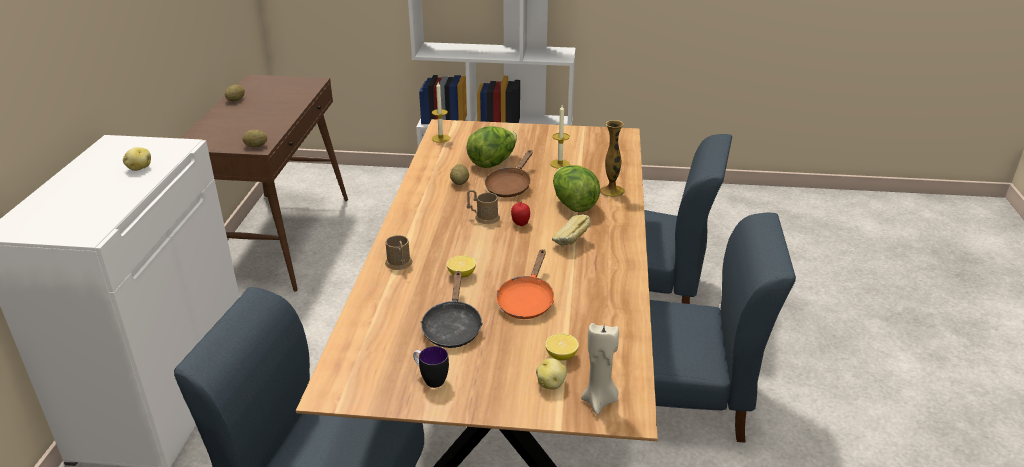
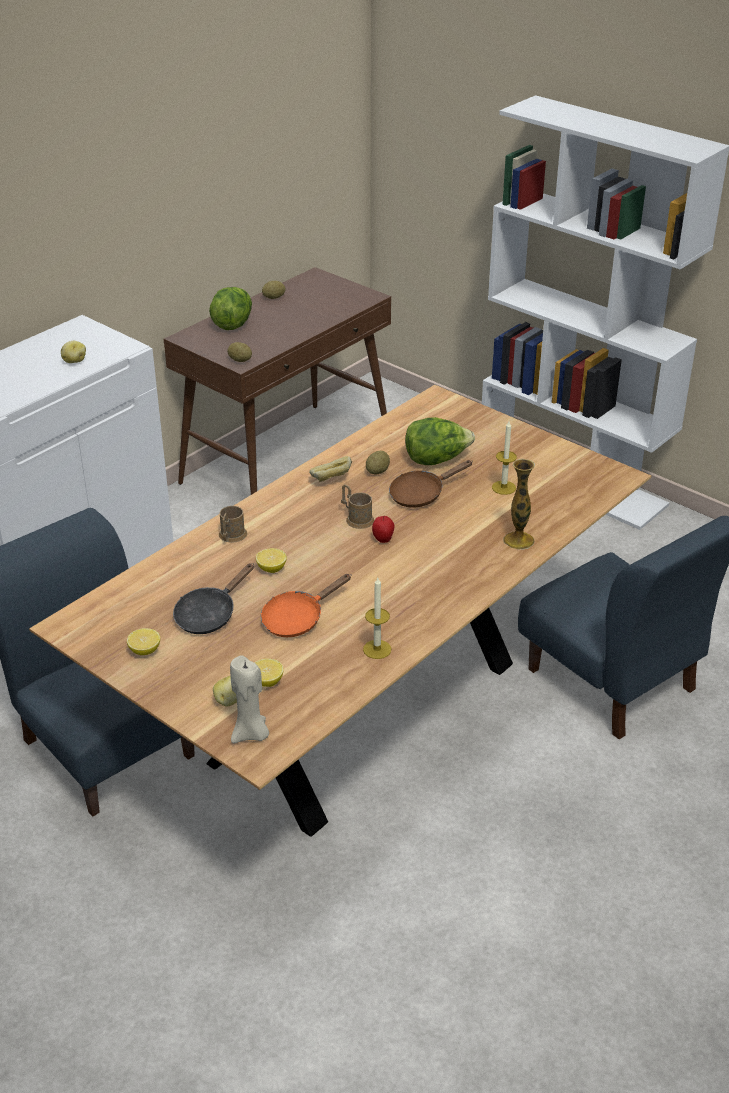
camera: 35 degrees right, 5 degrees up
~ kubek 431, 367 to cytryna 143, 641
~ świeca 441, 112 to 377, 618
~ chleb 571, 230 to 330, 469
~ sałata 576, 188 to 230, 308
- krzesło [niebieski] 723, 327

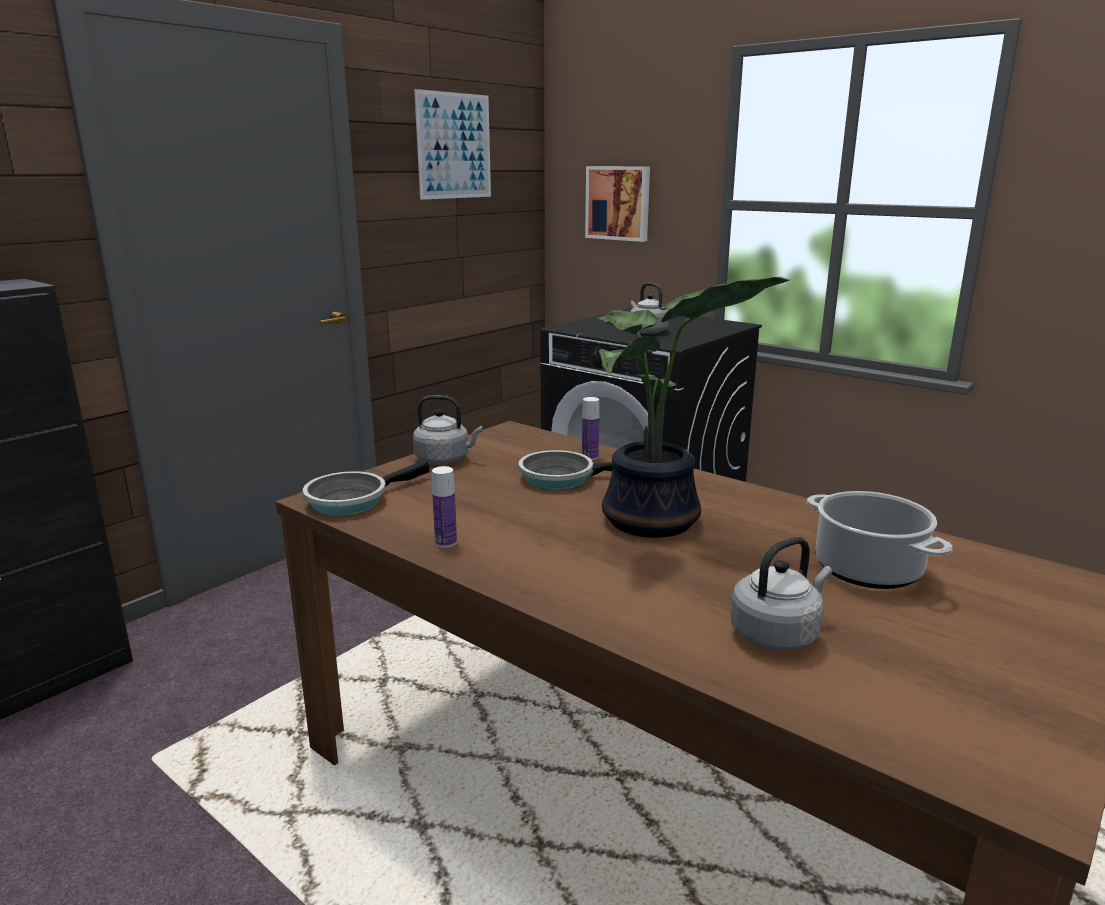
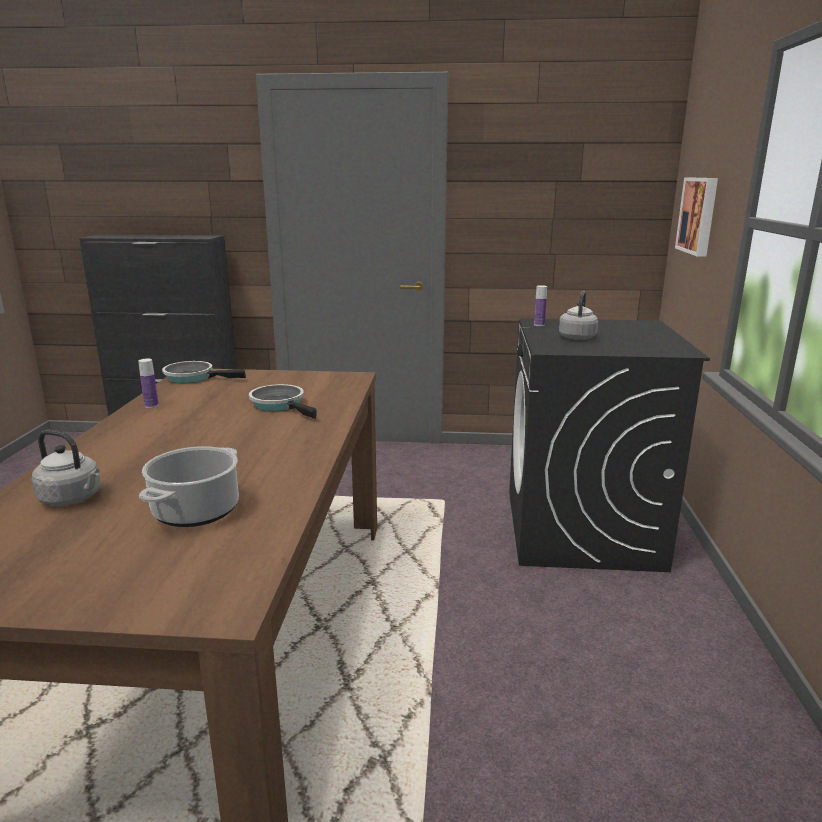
camera: 55 degrees right, 0 degrees up
- czajnik [szary] 447, 429
- obraz 452, 144
~ butelka 590, 428 to 540, 305
- roślina doniczkowa 693, 407

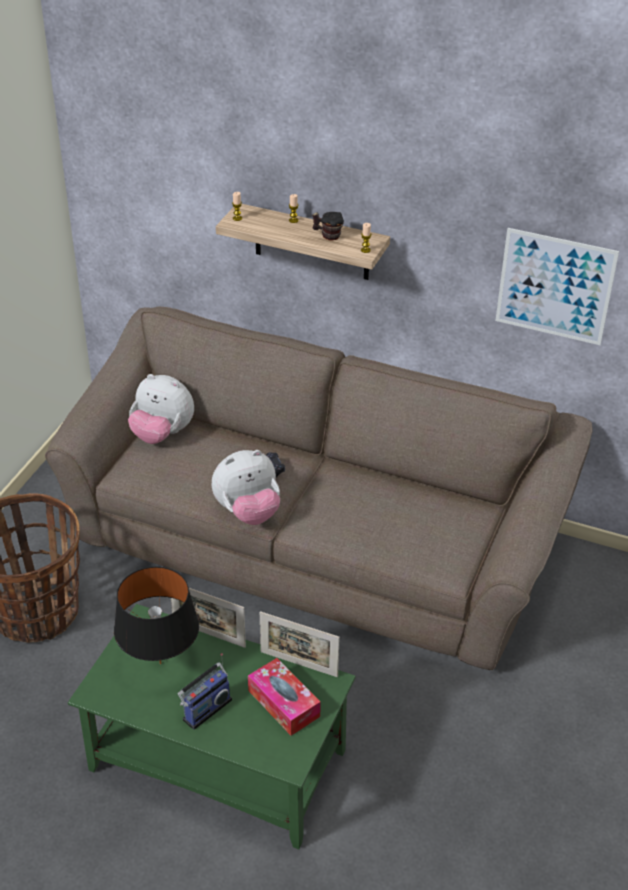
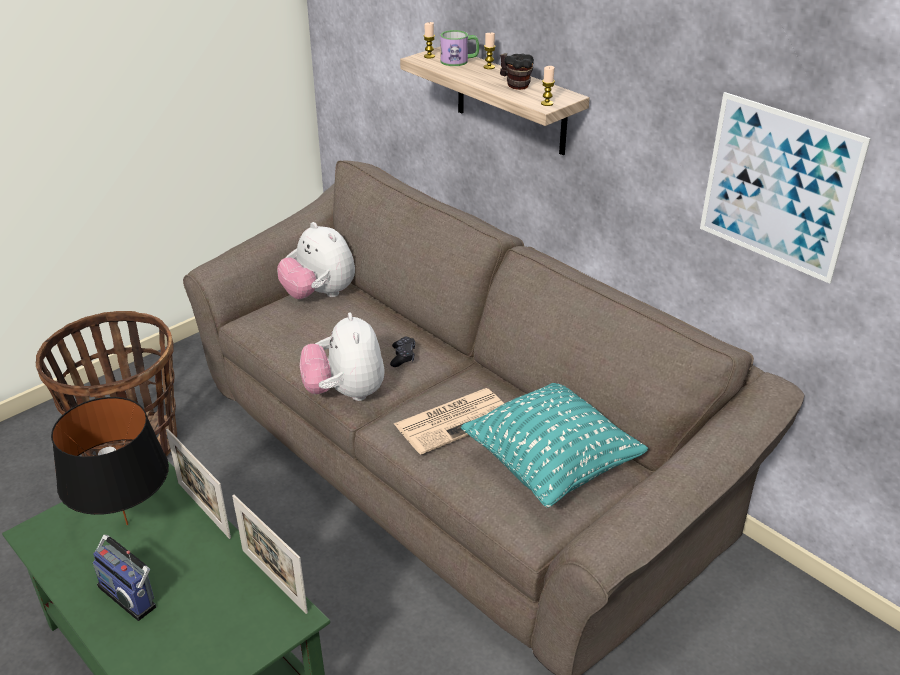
camera: 25 degrees right, 5 degrees down
~ radio 205, 691 = 124, 578 60 degrees clockwise
~ pluszak 245, 487 = 342, 357 75 degrees clockwise
- pudełko chusteczek 284, 697
+ gazeta 449, 421
+ kubek 459, 48
+ poduszka [turkusowy] 554, 445

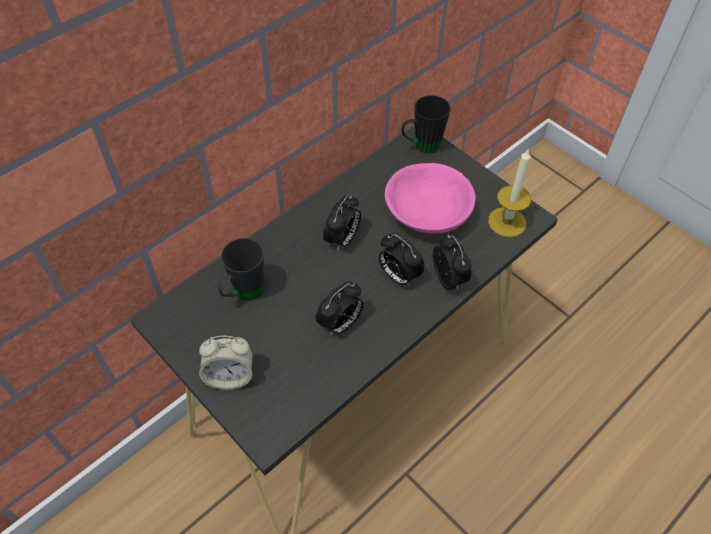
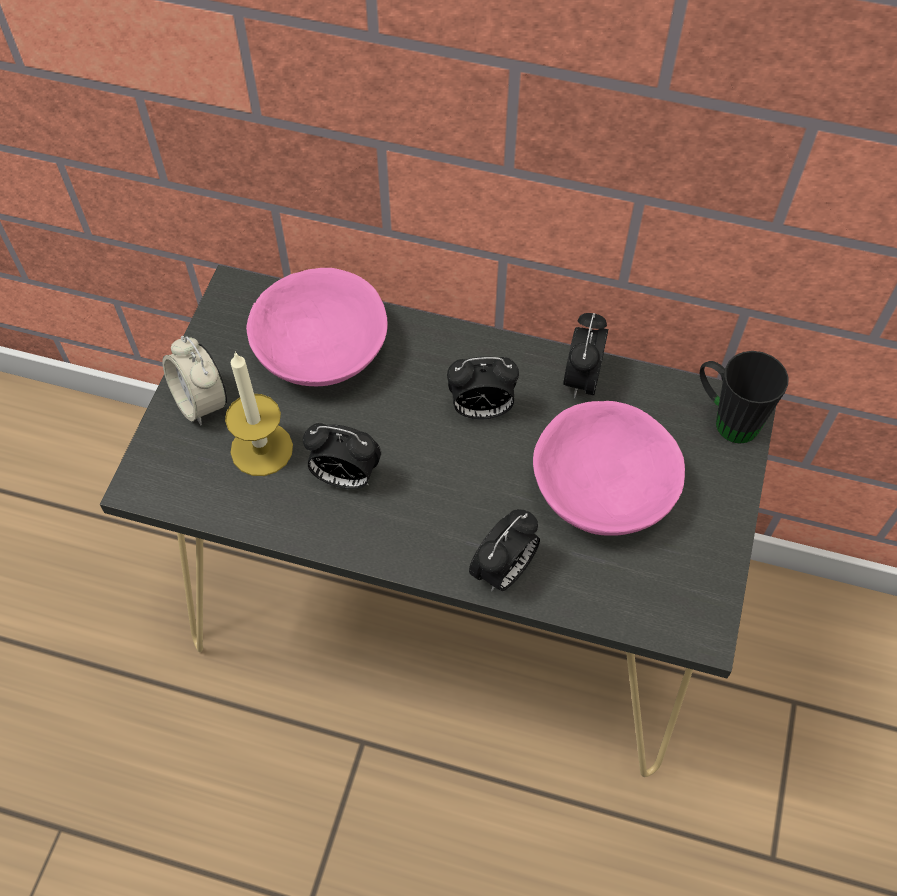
camera: 60 degrees right, 5 degrees up
~ kubek [czarny] 241, 269 to miska [różowy] 316, 327
~ budzik 402, 260 to 585, 355
~ świeca 509, 192 to 259, 414

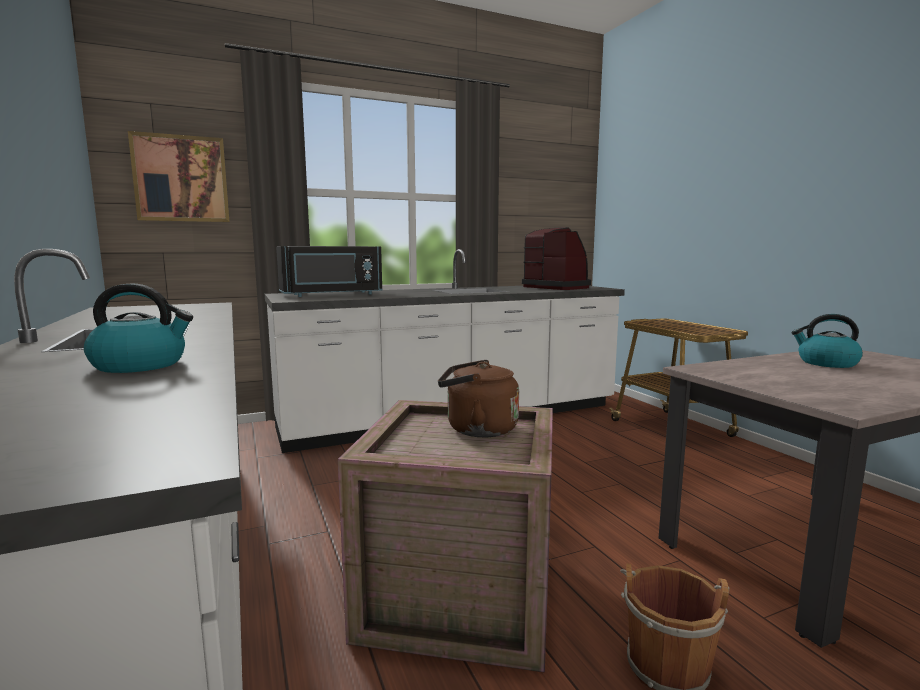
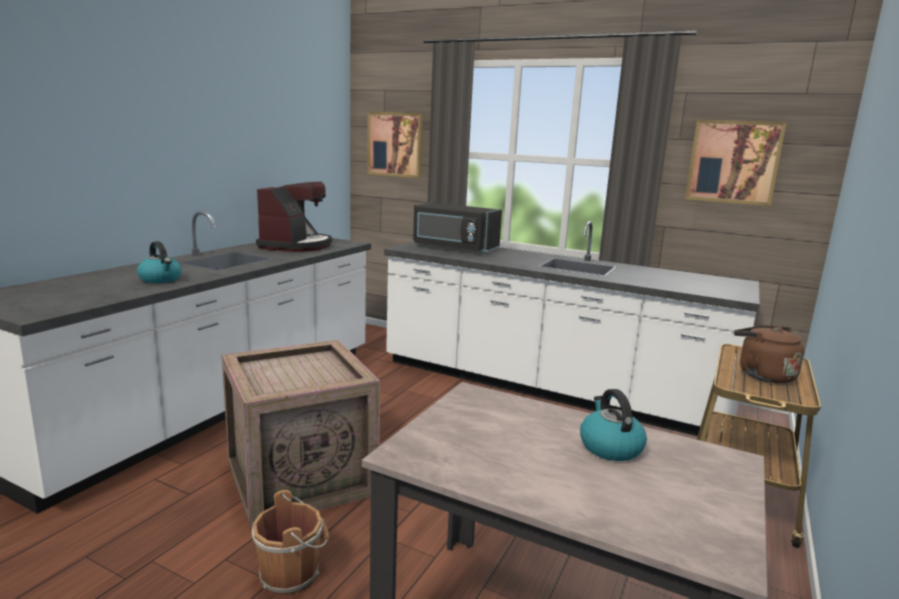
camera: 50 degrees right, 5 degrees up
~ czajnik [brązowy] 478, 398 to 769, 354
~ ekspres do kawy 556, 258 to 294, 217
+ obraz 736, 163

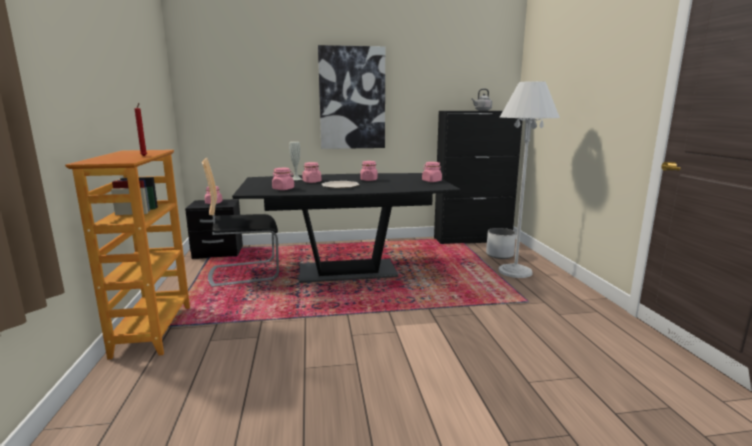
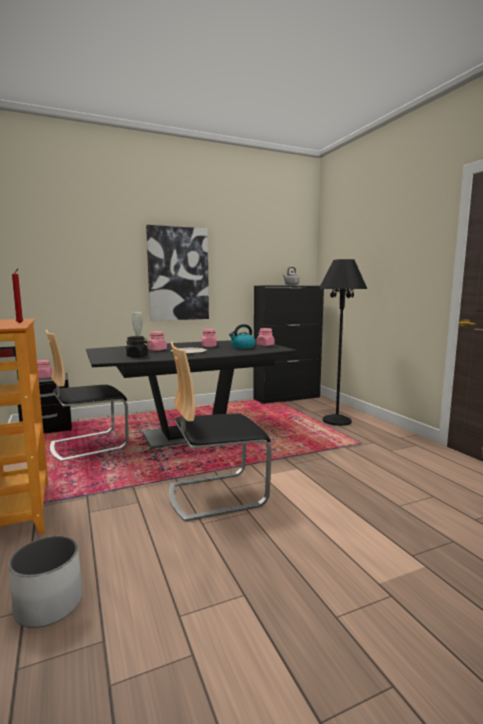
camera: 15 degrees left, 5 degrees down
~ słoik [różowy] 283, 179 to słoik [czarny] 137, 347
~ donica [biały] 501, 243 to 45, 582
~ lampa stojąca [biały] 529, 179 to lampa stojąca [czarny] 343, 342
+ krzesło 220, 431
+ czajnik 242, 336

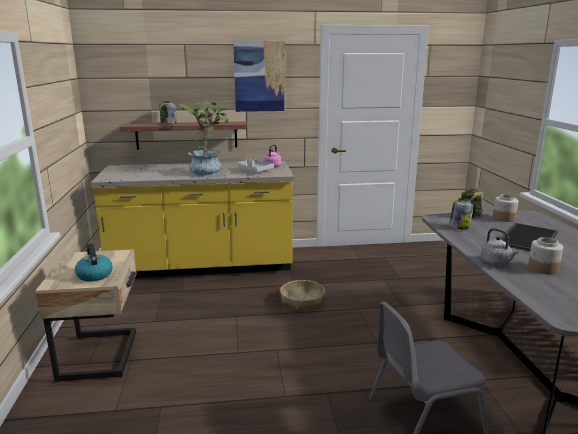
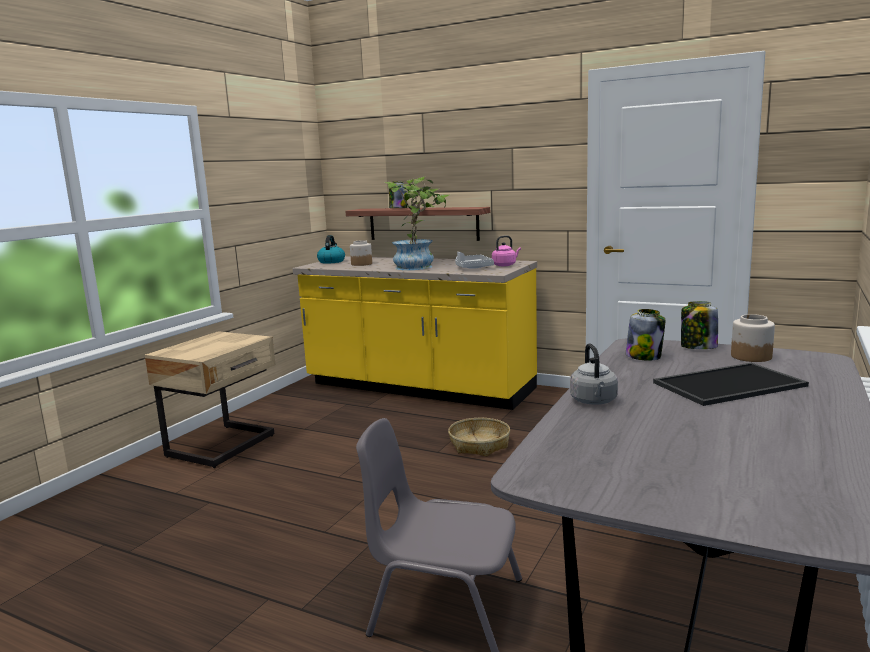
camera: 35 degrees right, 5 degrees down
~ czajnik 94, 262 to 331, 249
- obraz 259, 76
~ słoik 545, 255 to 361, 253

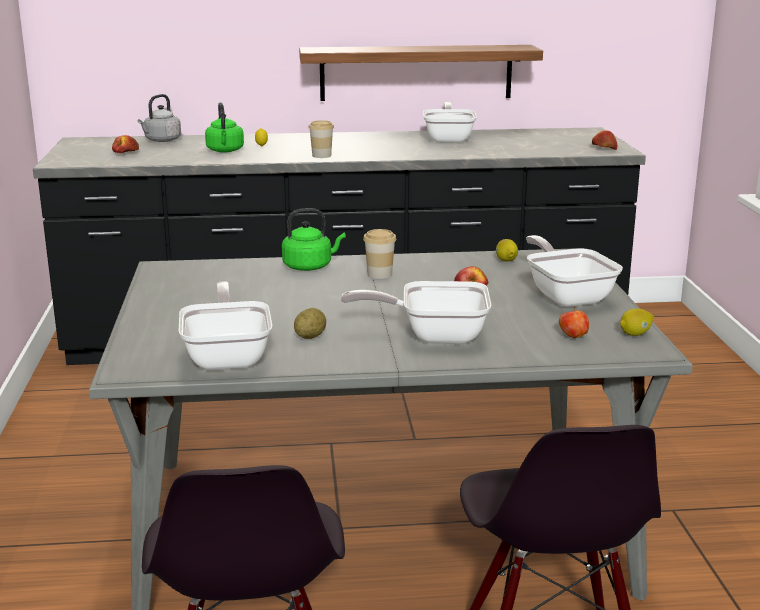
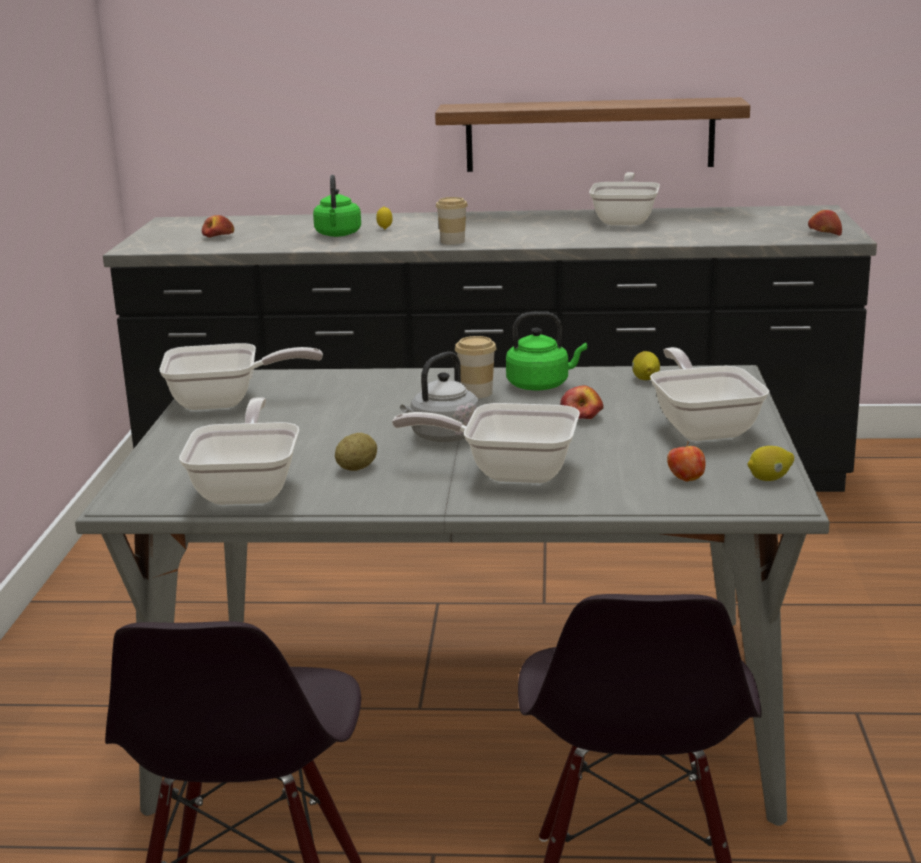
camera: 10 degrees right, 0 degrees up
~ czajnik [szary] 159, 118 to 439, 396
~ czajnik [zielony] 314, 239 to 546, 351
+ patelnia 241, 376

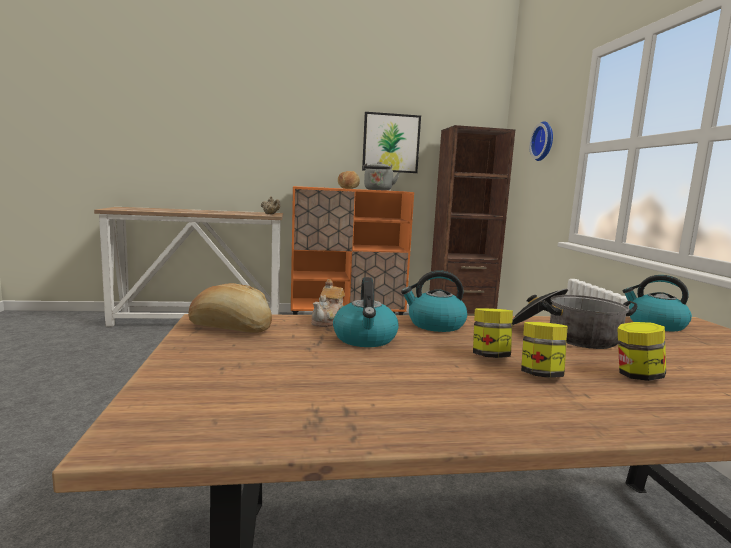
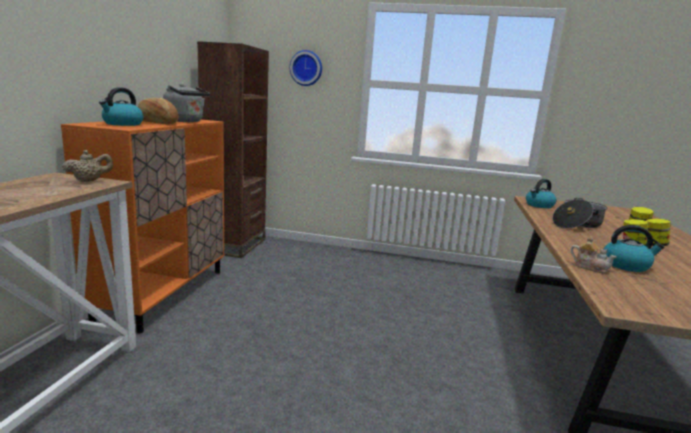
camera: 70 degrees left, 5 degrees up
- chleb 230, 308
- obraz 391, 142
~ czajnik 434, 301 to 121, 106

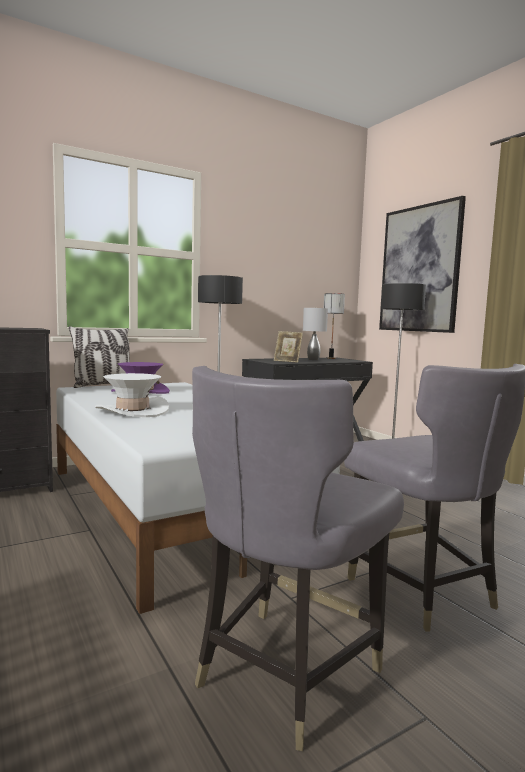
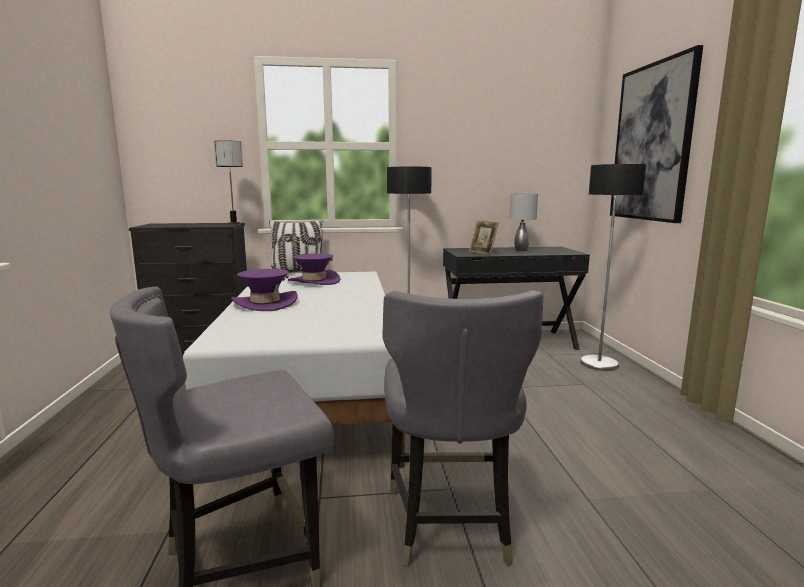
camera: 25 degrees right, 5 degrees up
~ kapelusz [biały] 132, 395 to kapelusz [fioletowy] 265, 290
~ lampa stołowa 334, 326 to 228, 182

